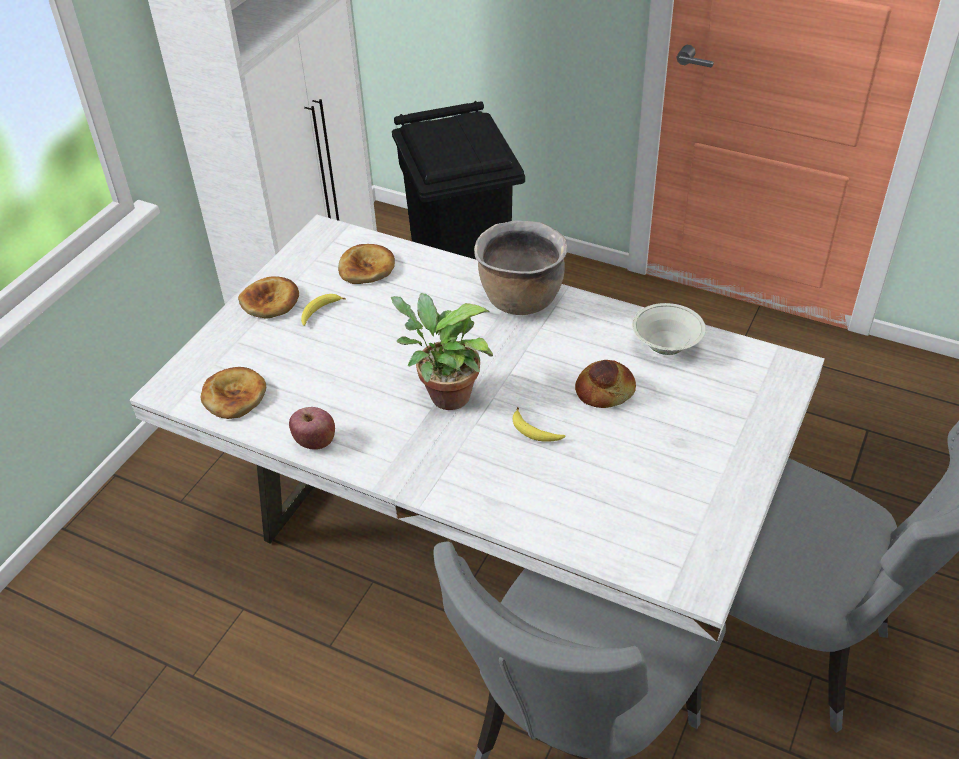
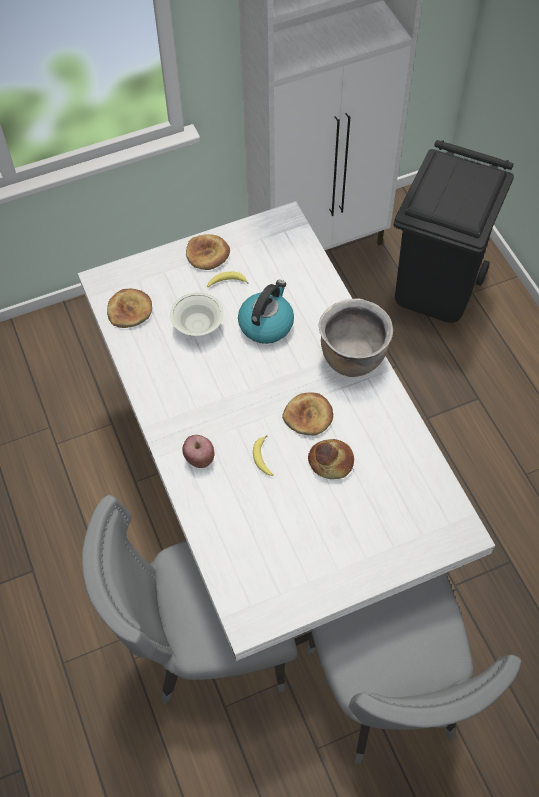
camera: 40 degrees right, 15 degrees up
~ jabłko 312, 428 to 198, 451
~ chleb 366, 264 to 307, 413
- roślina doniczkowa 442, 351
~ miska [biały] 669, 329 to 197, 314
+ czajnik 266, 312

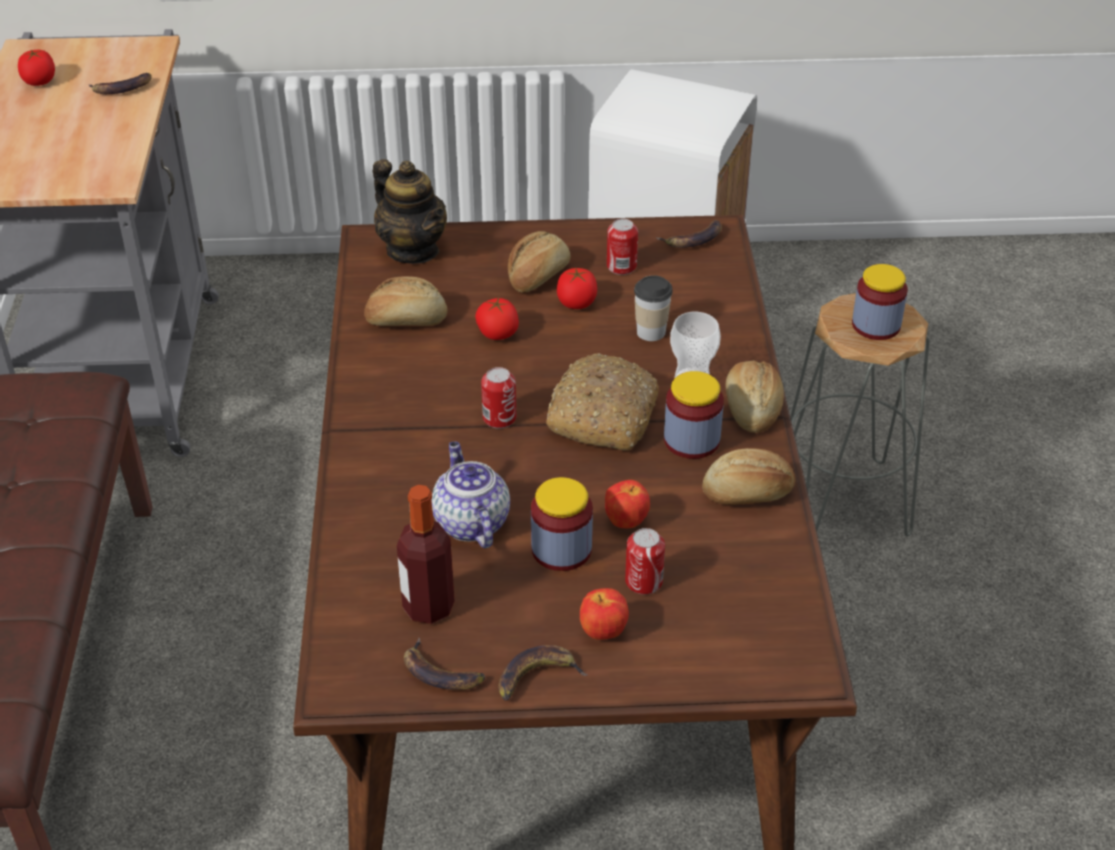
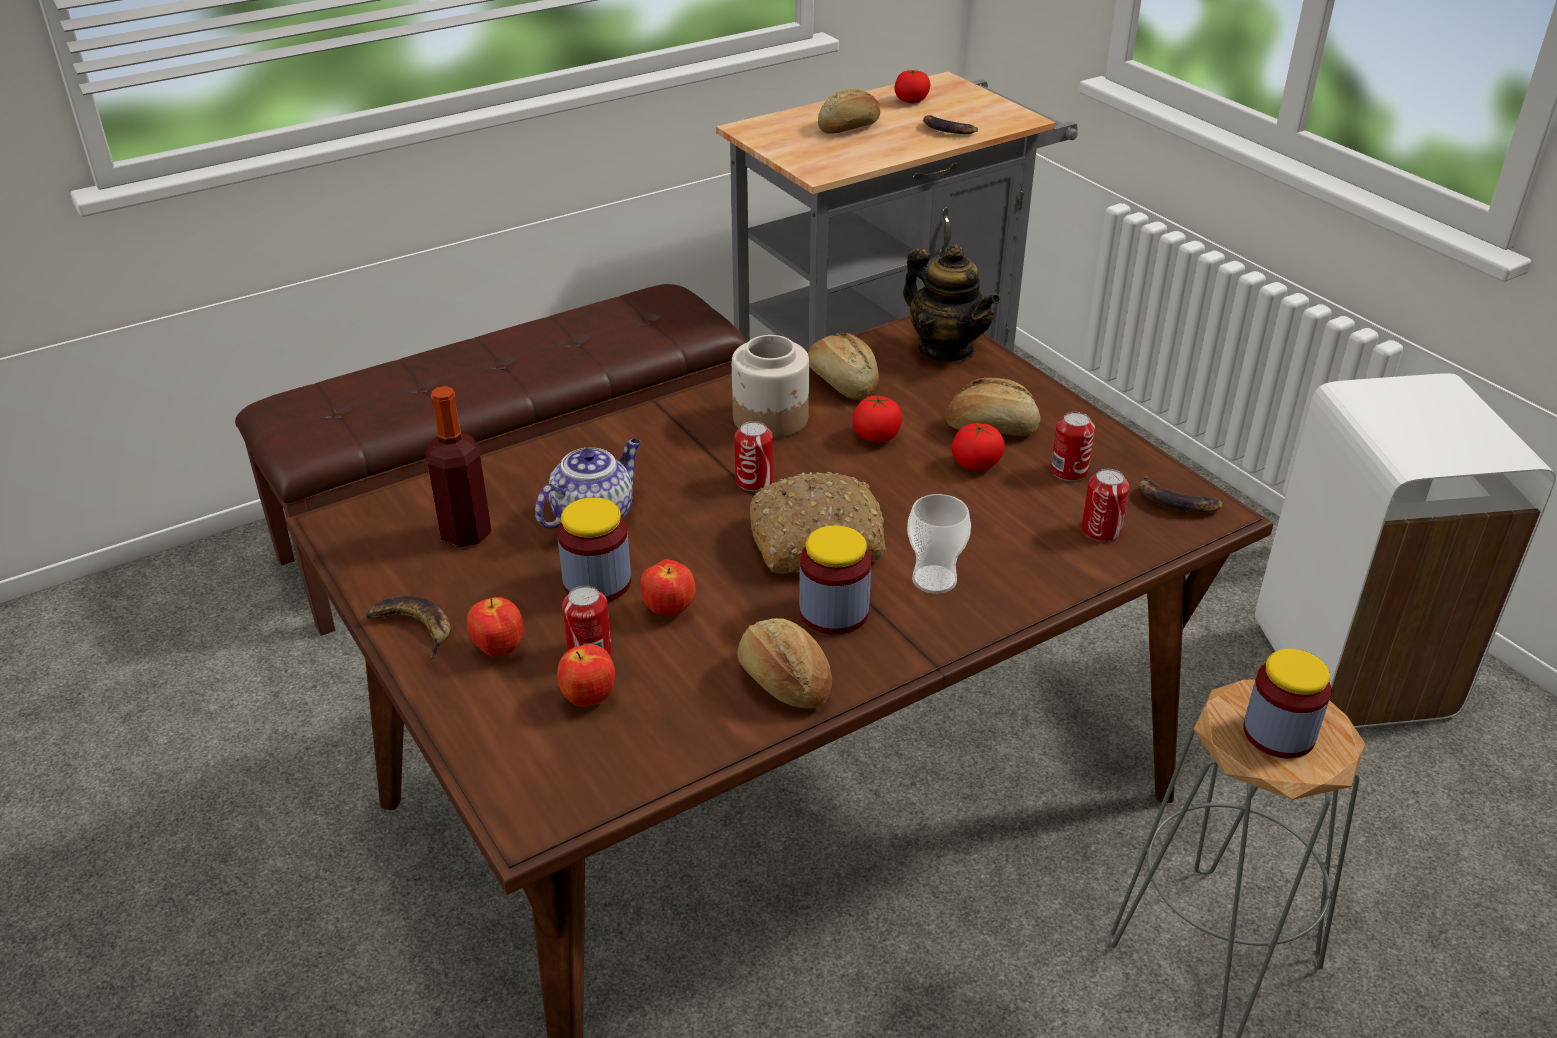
camera: 60 degrees right, 5 degrees down
~ imbryk 409, 211 = 951, 303 60 degrees counterclockwise
- banan 444, 664
- filiżanka 653, 308
~ chleb 755, 397 to 849, 111
+ jabłko 586, 675
+ słoik 770, 387
+ puszka 1105, 505

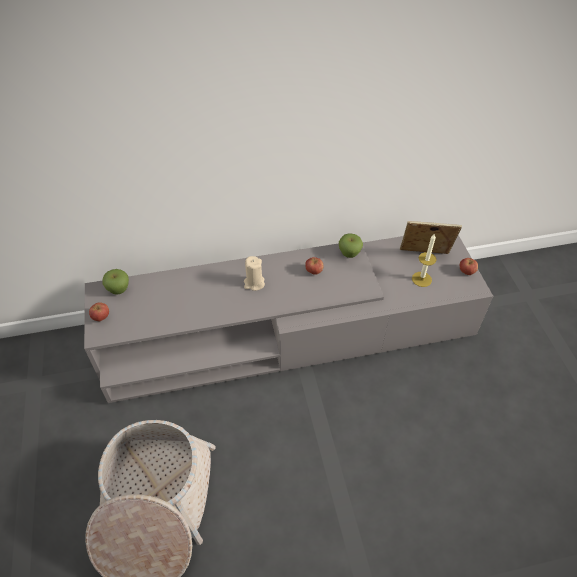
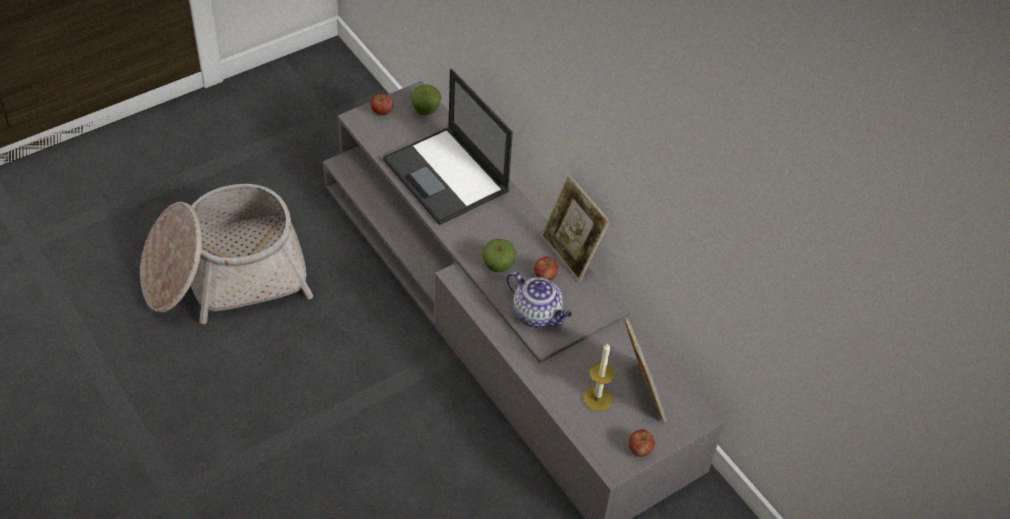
camera: 65 degrees right, 0 degrees up
- świeca [beżowy] 254, 273
~ jabłko 351, 245 to 499, 255
+ laptop 448, 147
+ imbryk 539, 300
+ ramka na zdjęcie 575, 228

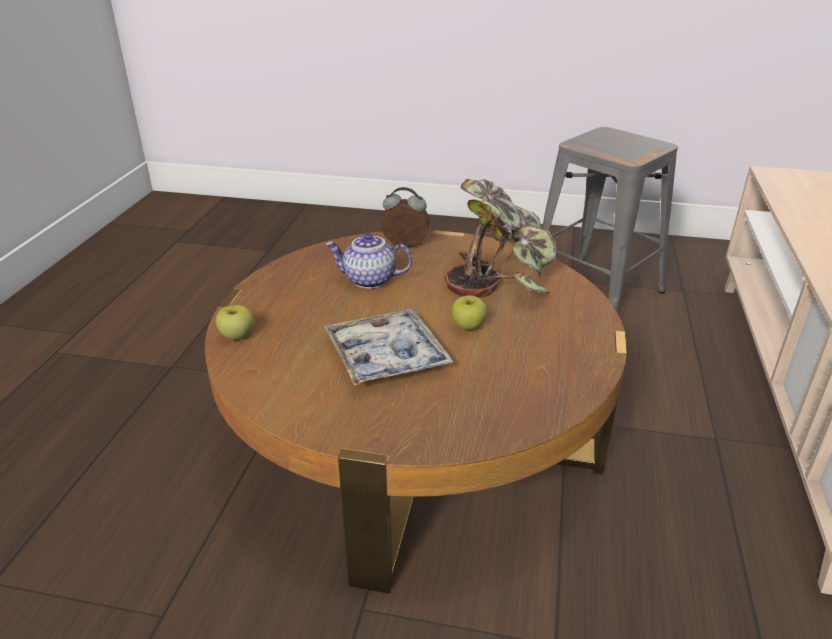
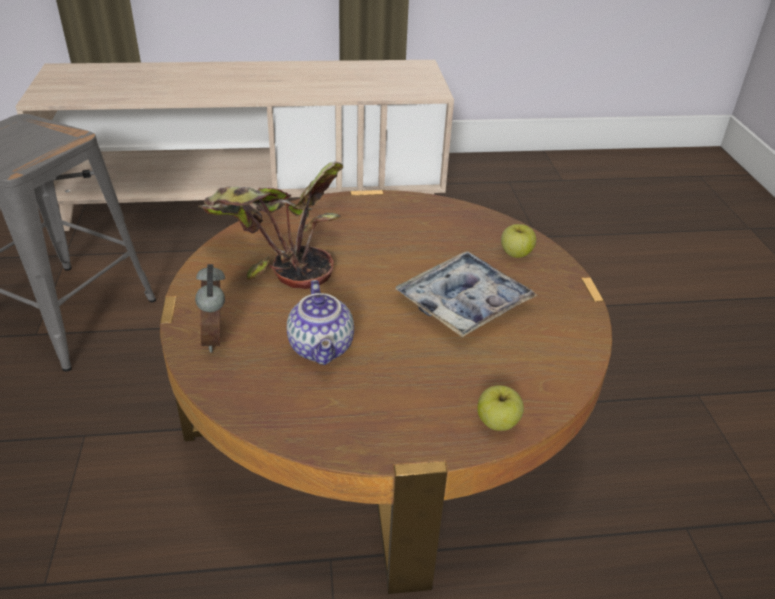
camera: 110 degrees left, 5 degrees up
~ jabłko 469, 313 to 518, 241

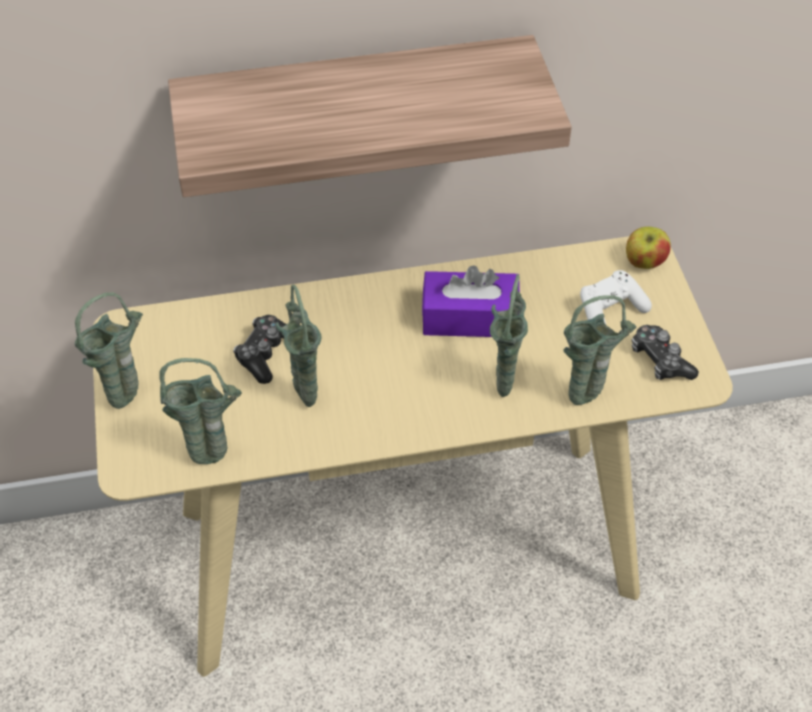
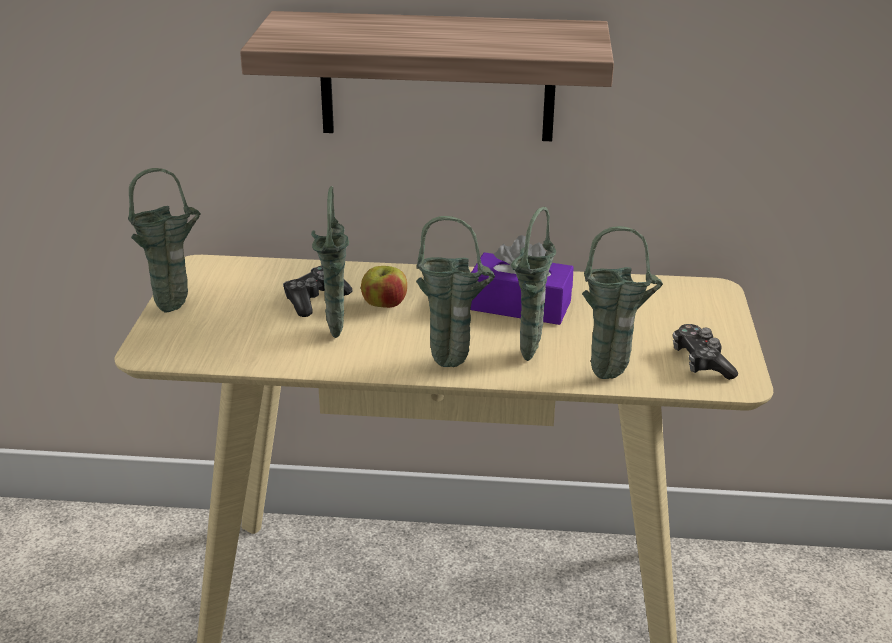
camera: 15 degrees right, 20 degrees down
~ wazon [zielony] 200, 411 to 455, 291
- pad do gier [biały] 616, 297
~ jabłko 648, 248 to 384, 287

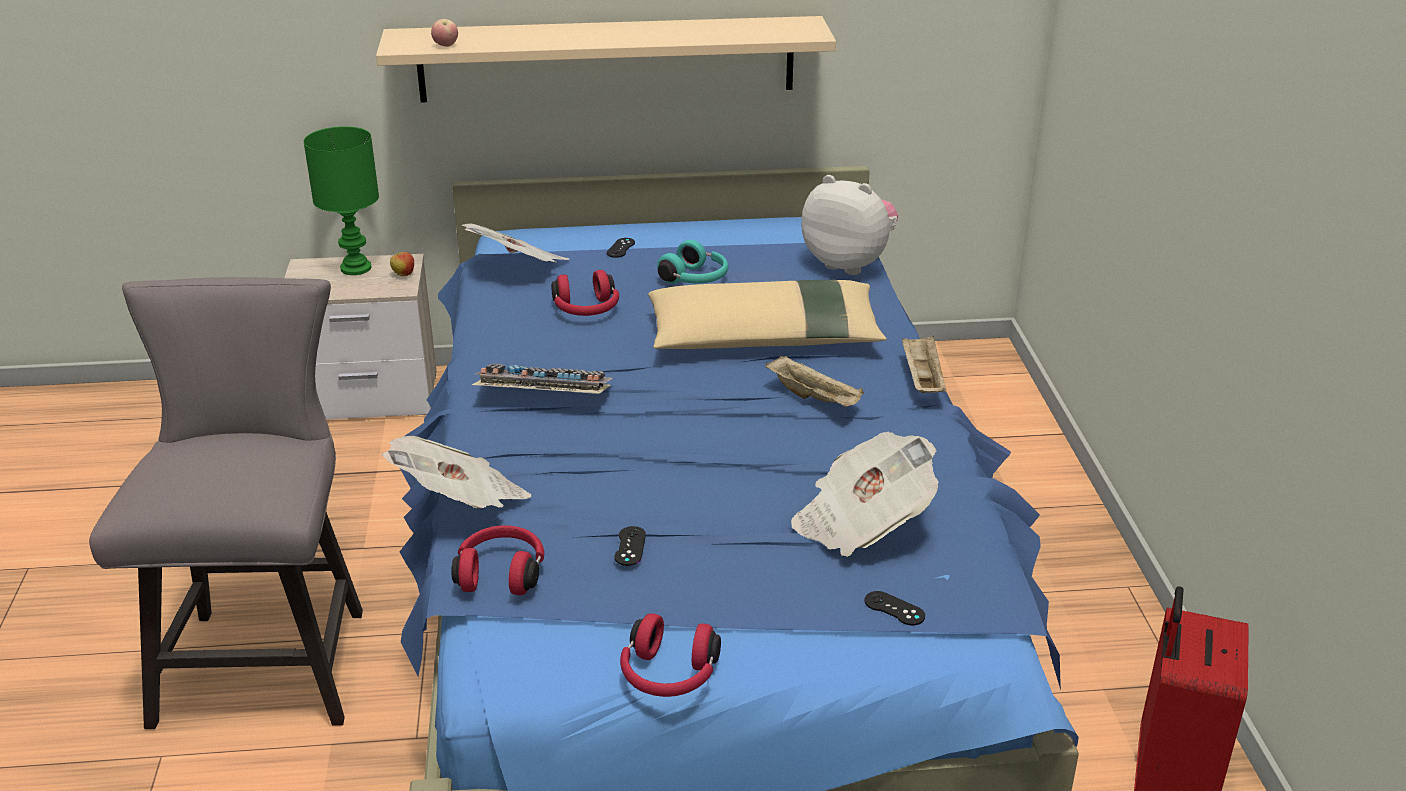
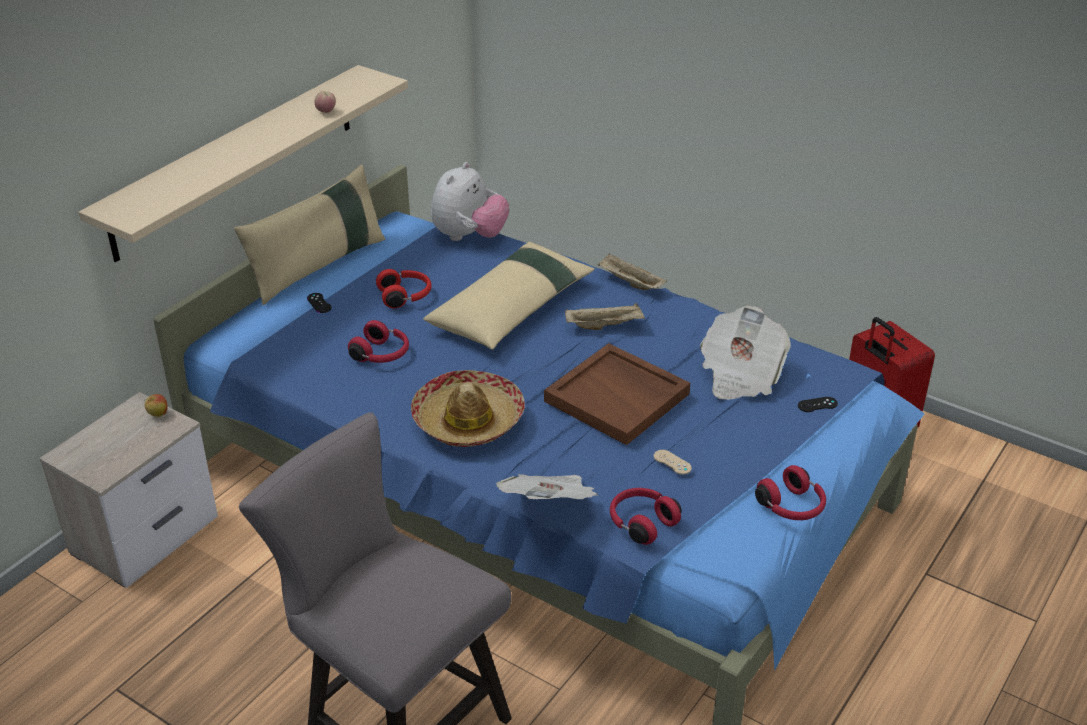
camera: 50 degrees left, 5 degrees up
- lampa stołowa [zielony] 341, 200
~ jabłko 444, 33 to 325, 102
- gazeta 515, 243
~ klawiatura 542, 379 to kapelusz 468, 408
~ pad do gier [czarny] 630, 546 to pad do gier [beżowy] 673, 462
~ słuchawki [turkusowy] 693, 262 to słuchawki [czerwony] 404, 288
~ pluszak 849, 225 = 470, 201 135 degrees clockwise
+ poduszka [beżowy] 309, 235
+ taca [brązowy] 617, 394

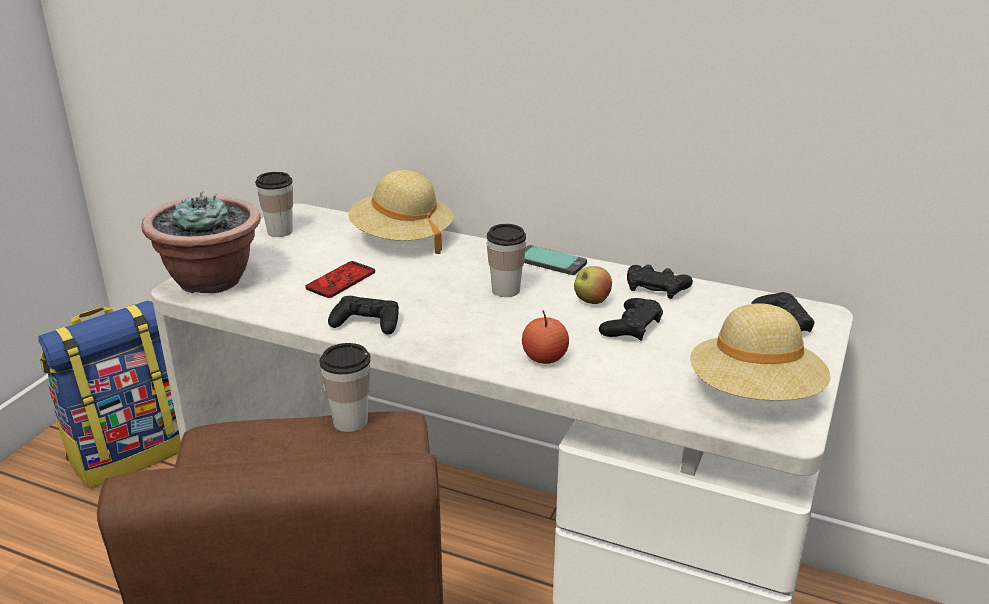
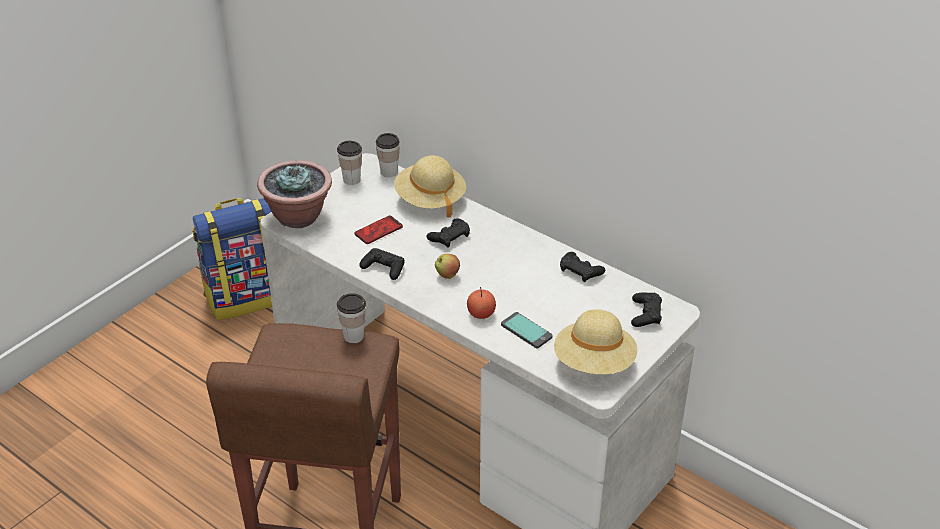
camera: 15 degrees right, 10 degrees up
~ filiżanka 506, 260 to 388, 155
~ telefon 555, 260 to 527, 330
~ jabłko 593, 285 to 447, 266
~ pad do gier [czarny] 631, 319 to 448, 232

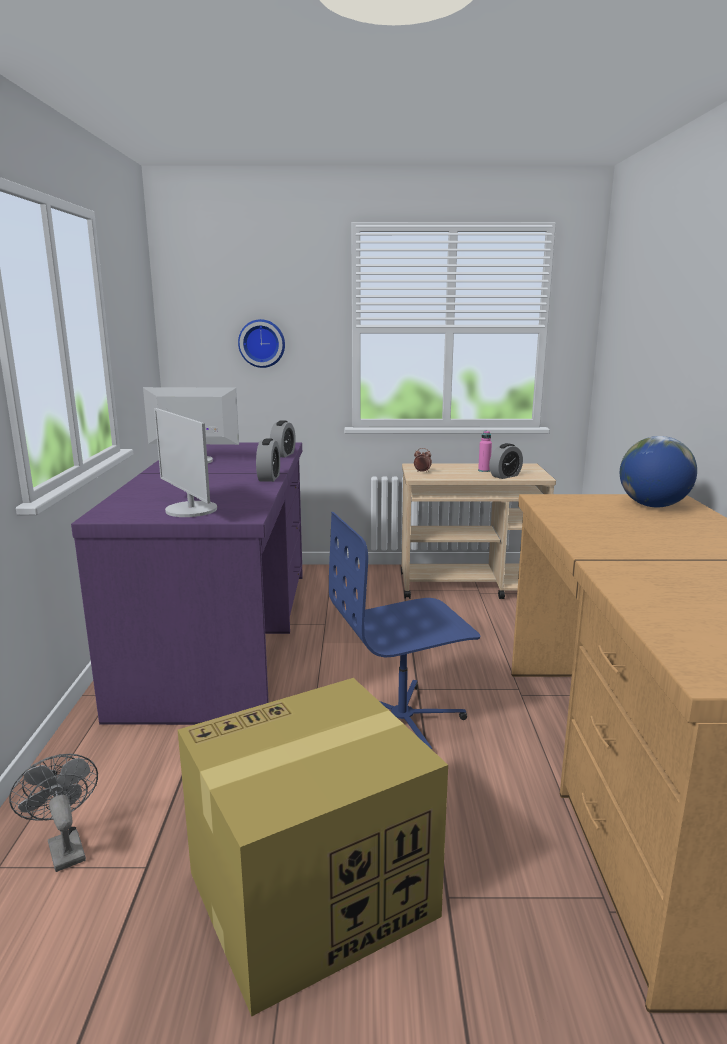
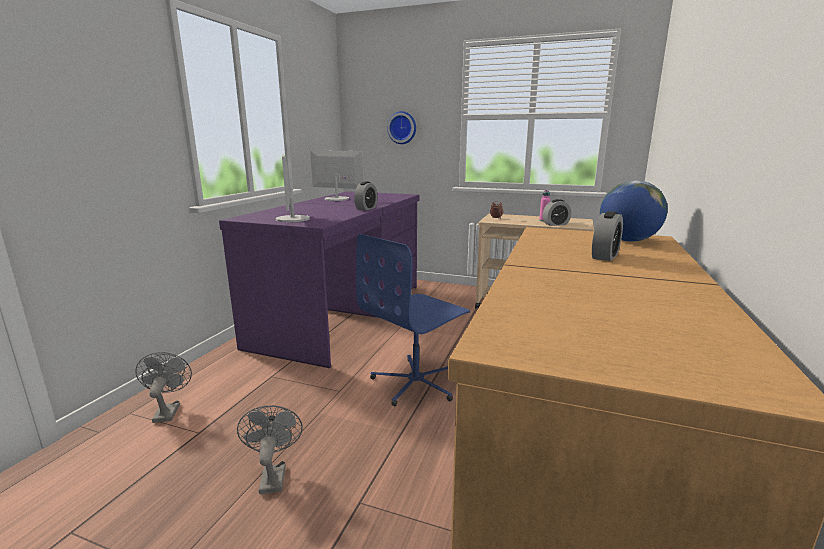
camera: 20 degrees right, 0 degrees up
~ karton 313, 847 to wentylator [szary] 270, 449
~ budzik 283, 439 to 607, 236
~ krzesło biurowe [niebieski] 404, 630 = 413, 320 45 degrees counterclockwise

